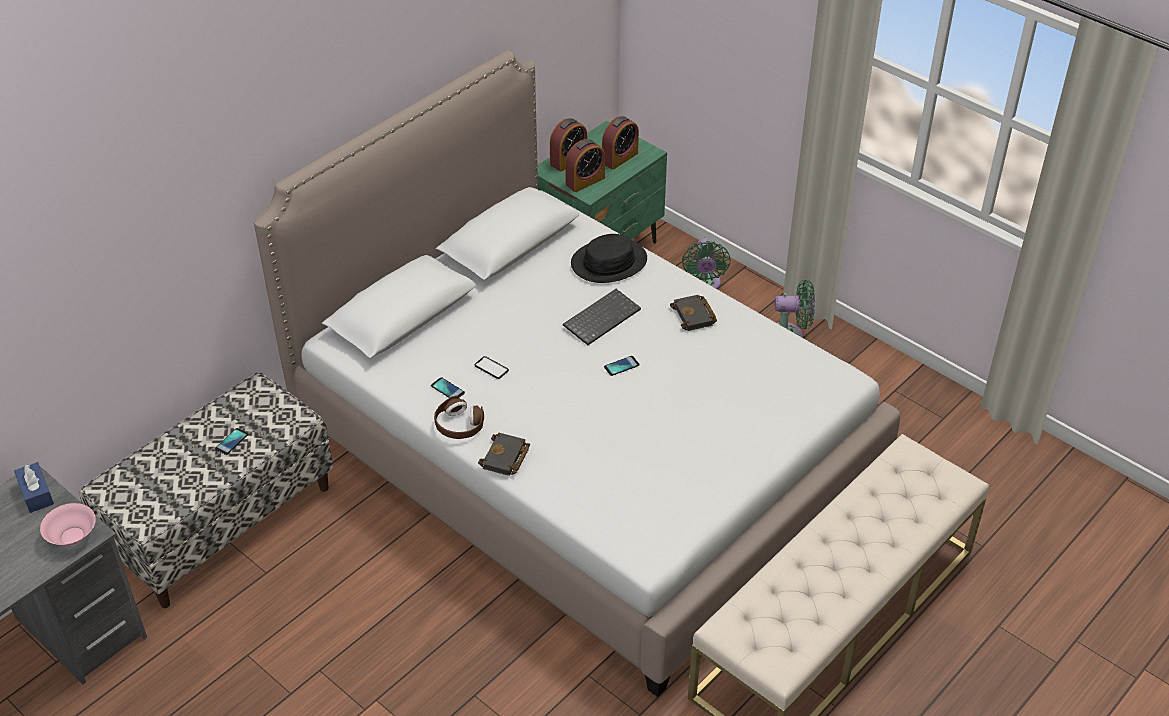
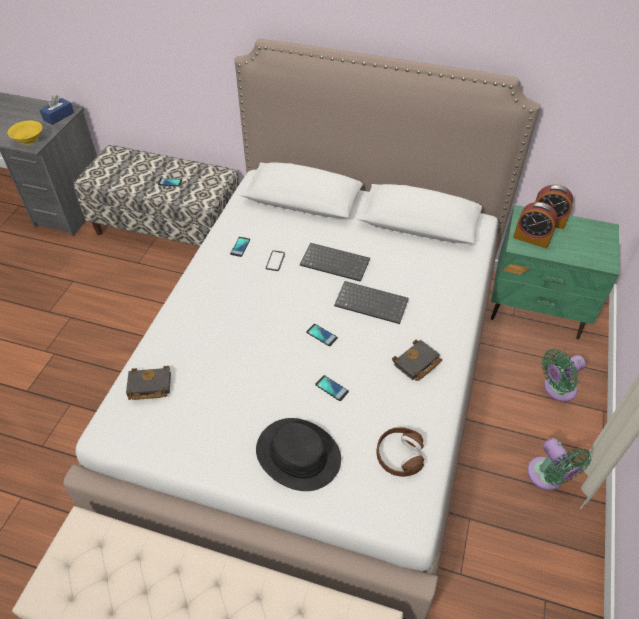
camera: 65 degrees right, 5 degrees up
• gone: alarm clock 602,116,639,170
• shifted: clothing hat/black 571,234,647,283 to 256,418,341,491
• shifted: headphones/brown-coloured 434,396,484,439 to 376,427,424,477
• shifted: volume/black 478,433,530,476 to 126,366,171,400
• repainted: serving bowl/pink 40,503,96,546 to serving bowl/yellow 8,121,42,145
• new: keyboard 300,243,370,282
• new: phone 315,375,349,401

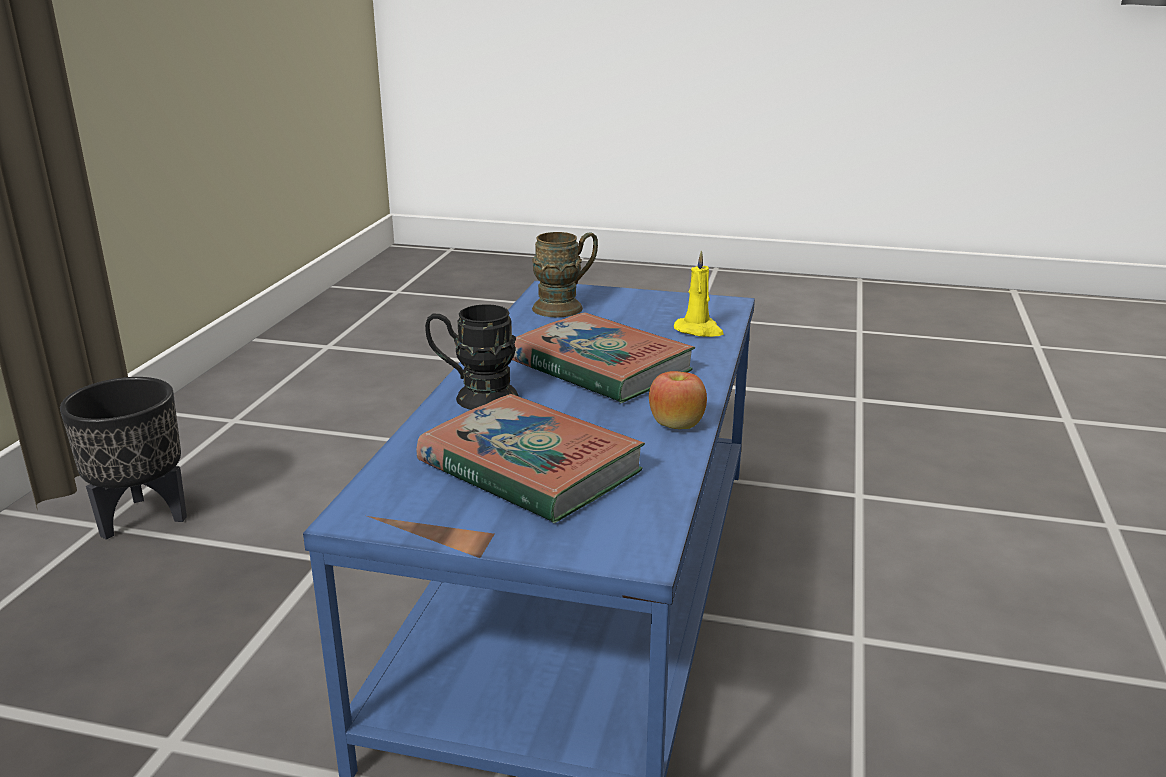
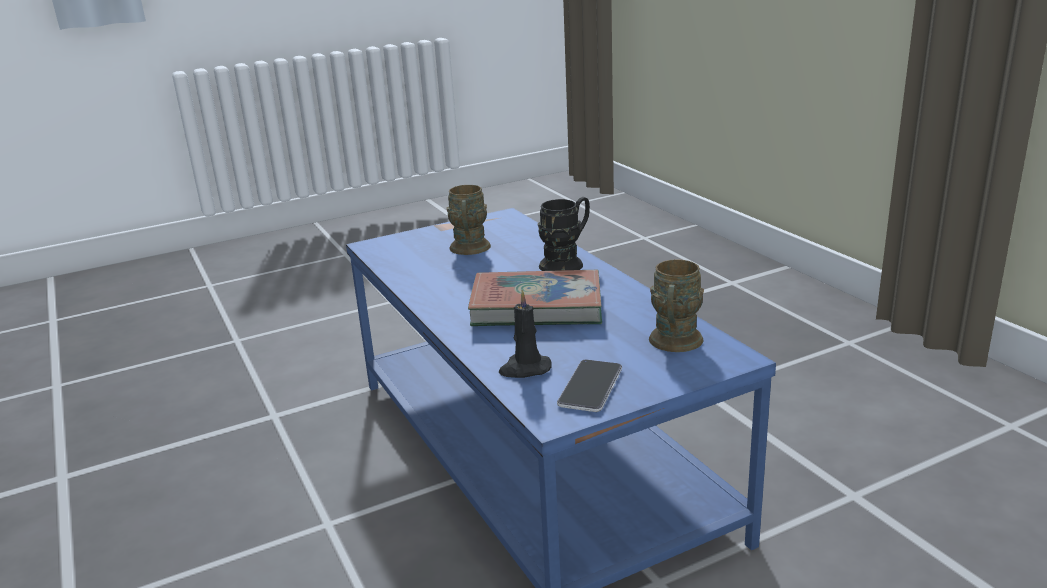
camera: 140 degrees right, 0 degrees up
• repainted: wax light/yellow 674,250,724,337 to wax light/black 499,290,552,378
• gone: whole apple 649,371,707,429
• gone: flower pot/black 60,377,187,540
• swapped: volume 417,394,645,523 to tea mug/brown-coloured 446,185,491,255
• new: phone 557,359,622,412

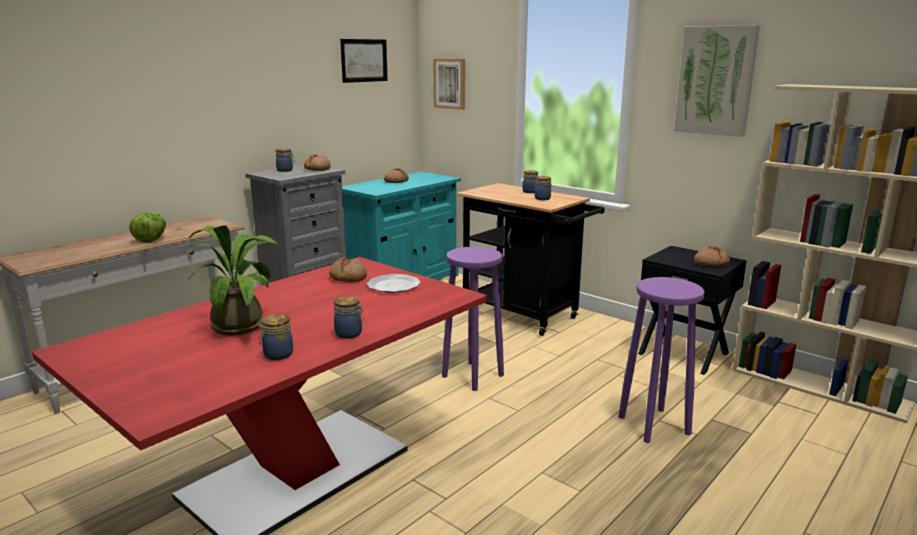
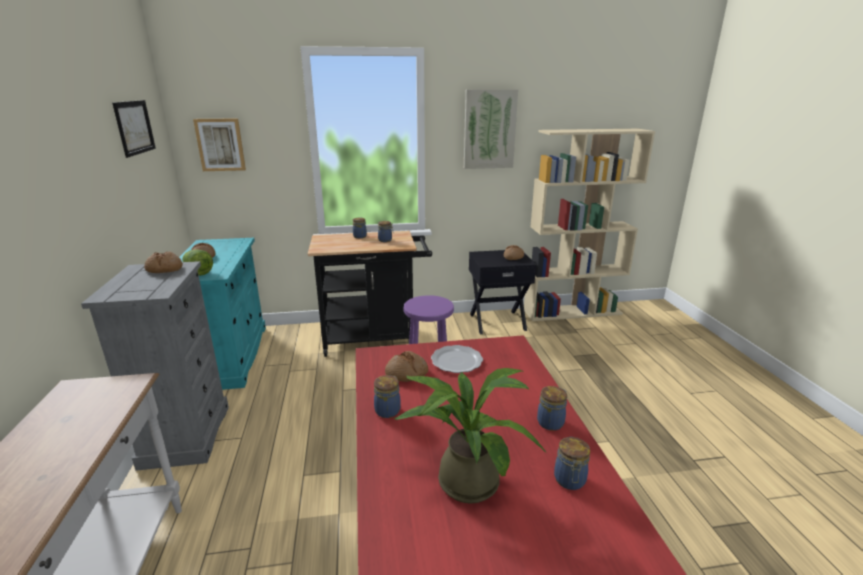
camera: 50 degrees left, 5 degrees up
• shifted: jar 276,148,294,172 to 374,375,401,418
• shifted: lettuce head 129,212,166,243 to 182,250,213,276
• gone: sitting stool/purplish 619,277,704,443

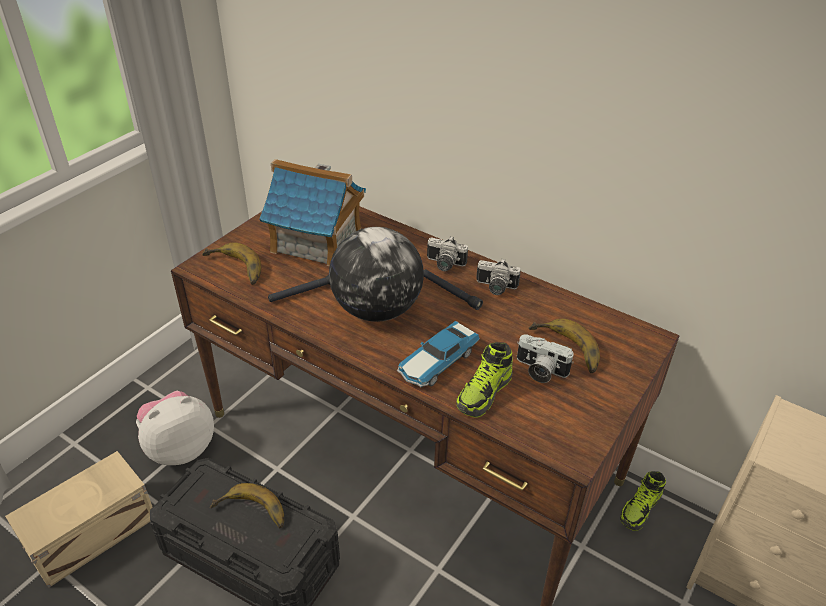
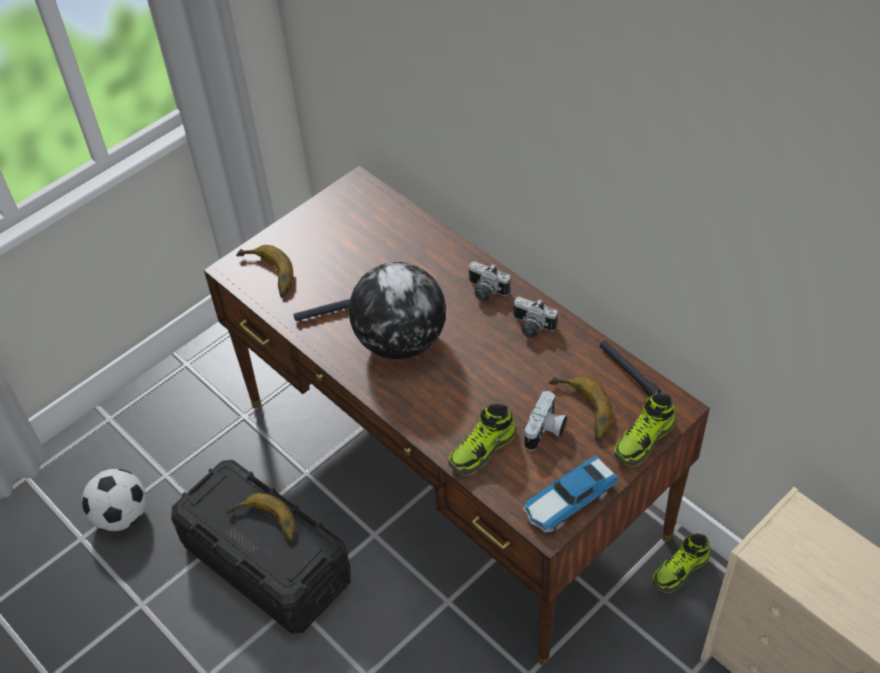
camera: 15 degrees right, 10 degrees up
• gone: model house 259,159,366,266
• shifted: torch/black 424,269,483,310 to 600,340,661,396
• shifted: model car 397,321,480,387 to 523,455,619,533
• rotated: still camera 517,334,574,383 = 525,391,567,451 105 degrees counterclockwise
• gone: soft toy 136,391,214,465
• swapped: storage box/beige 5,451,153,588 to football ball 82,469,146,531
• new: shoe 614,394,675,467

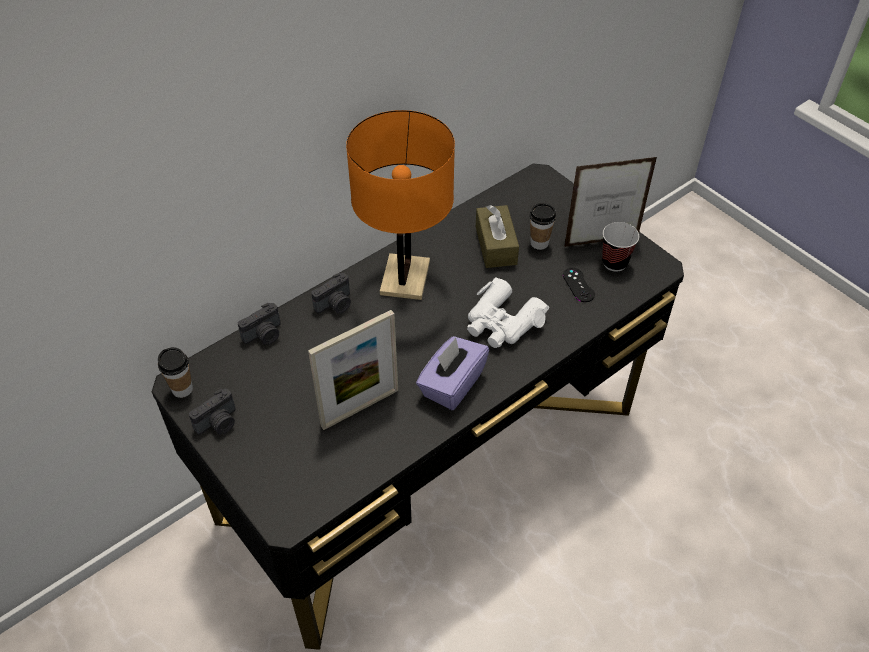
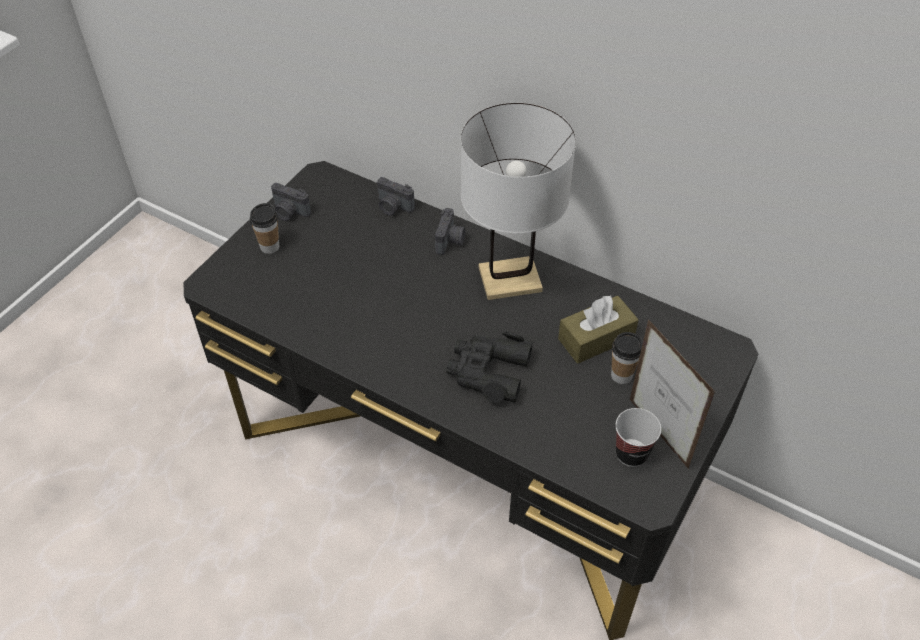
camera: 70 degrees right, 0 degrees up
• repainted: tabletop lamp/orangey 346,110,455,300 to tabletop lamp/white 461,103,576,300
• gone: joypad/black 563,268,595,302
• rotated: still camera 311,273,351,314 = 435,208,465,255 105 degrees counterclockwise
• repainted: binoculars/white 467,278,549,348 to binoculars/black 446,332,534,403
• gone: standing frame 308,310,398,430
• gone: box of tissues/purplish 416,336,489,410
• shifted: cup 158,347,193,398 to 250,203,279,254

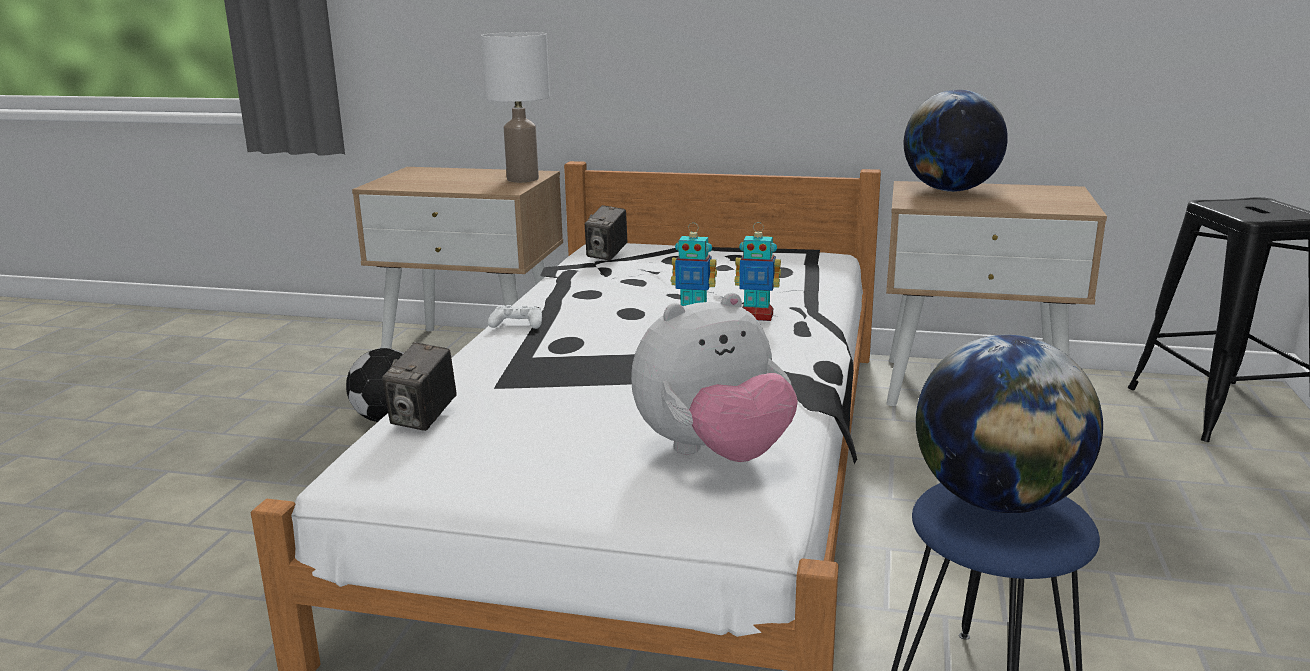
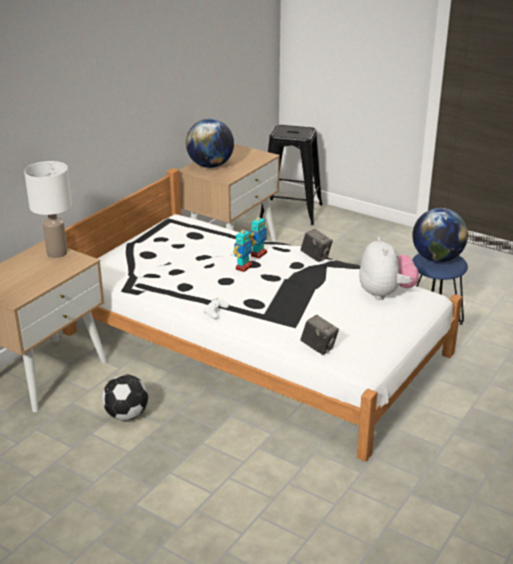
camera: 70 degrees left, 10 degrees up
• shifted: still camera 585,205,627,261 to 301,229,333,262

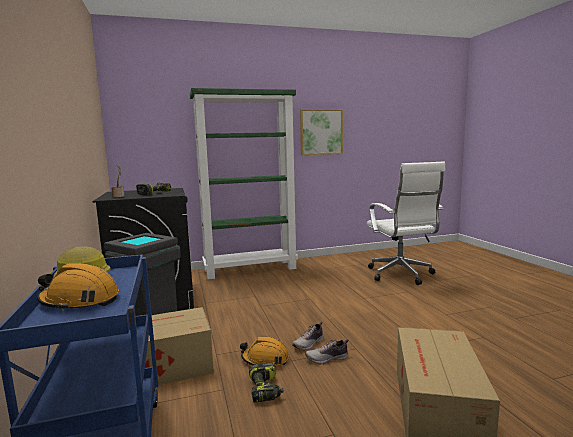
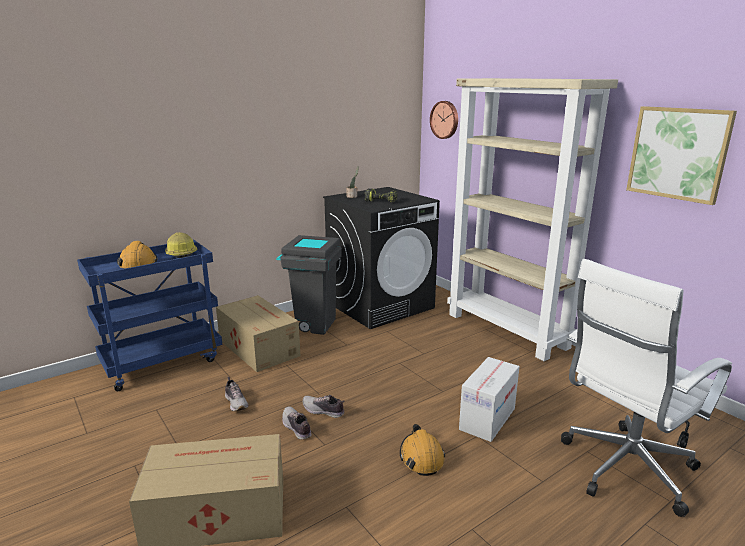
camera: 70 degrees right, 10 degrees up
• repainted: shelving unit/greenish 189,88,298,280 to shelving unit/beige 447,78,618,361
• shifted: safety helmet/orangey 240,336,289,367 to 400,424,445,476
• swapped: power drill 249,363,284,402 to shoe 225,377,248,411
• new: wall clock 430,101,458,139
• new: carton 459,357,520,442

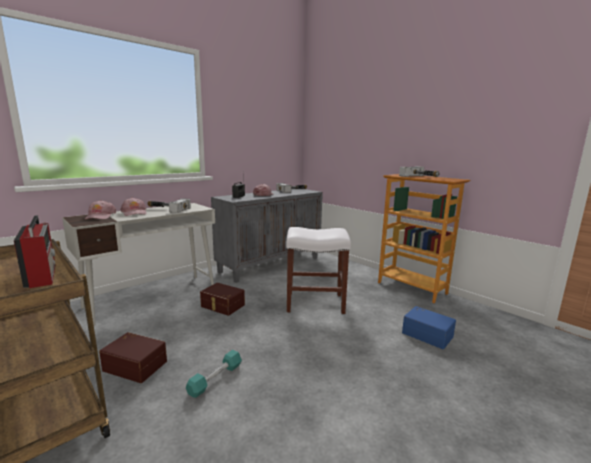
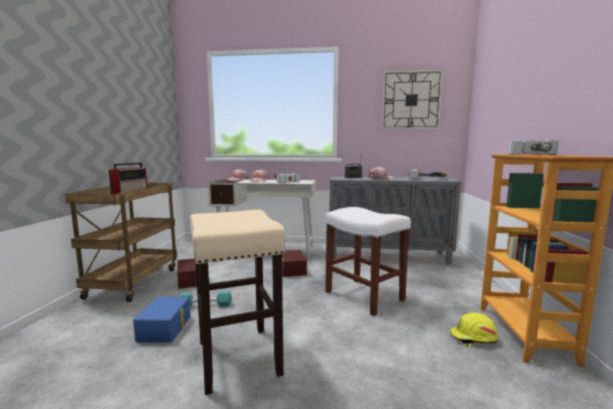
camera: 50 degrees right, 5 degrees down
• shifted: storage box/bluish 402,306,456,349 to 133,297,191,343
• new: wall clock 381,69,443,130
• new: sitting stool/beige 190,210,285,395
• new: safety helmet/yellow 450,313,499,347

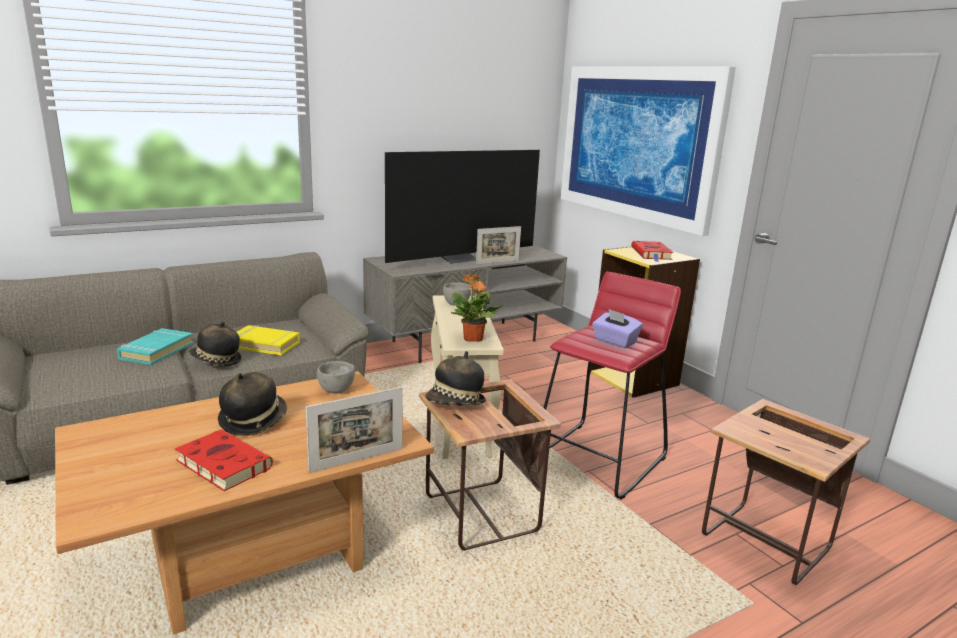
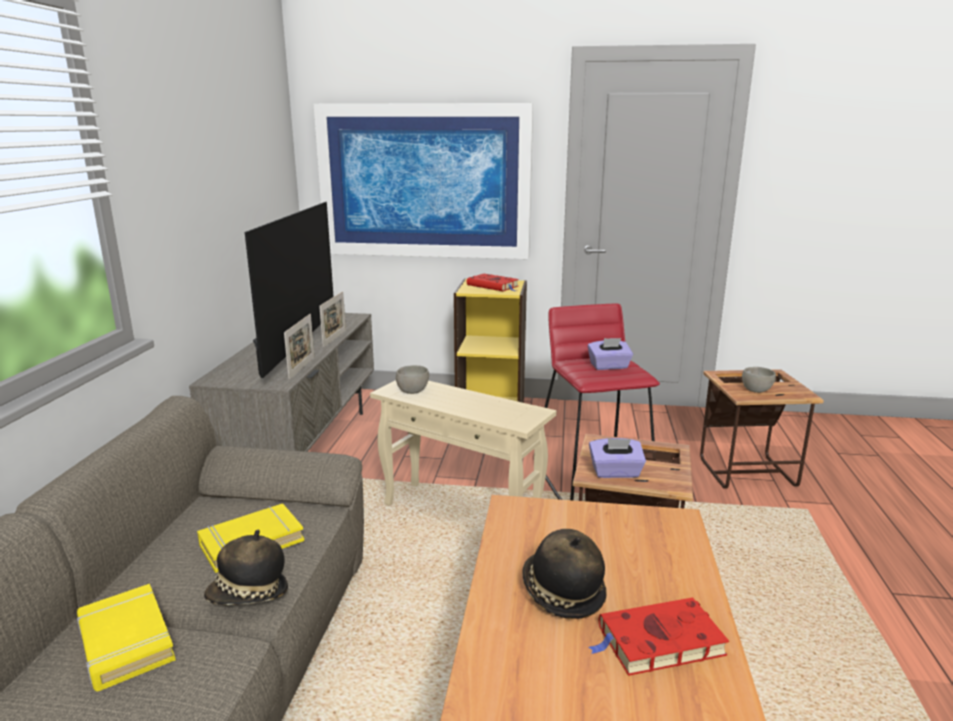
camera: 50 degrees left, 0 degrees up
• gone: plant in a pot 451,274,504,342
• repainted: volume/turquoise-coloured 117,328,194,365 to volume/yellow 77,584,176,691
• swapped: clothing hat 425,351,486,406 to box of tissues/purplish 589,438,646,478
• shifted: serving bowl/gray 317,361,355,394 to 742,367,776,393
• shifted: standing frame 306,387,403,473 to 284,314,314,380

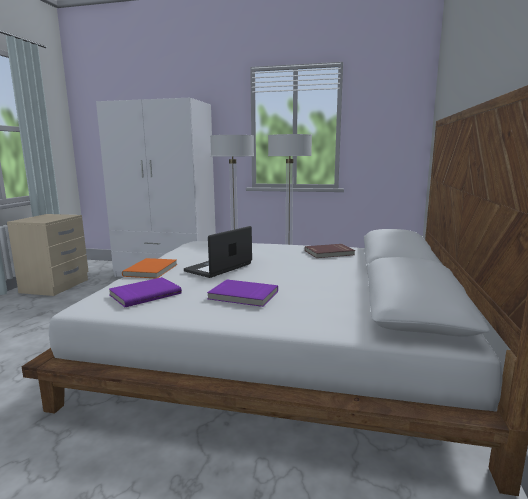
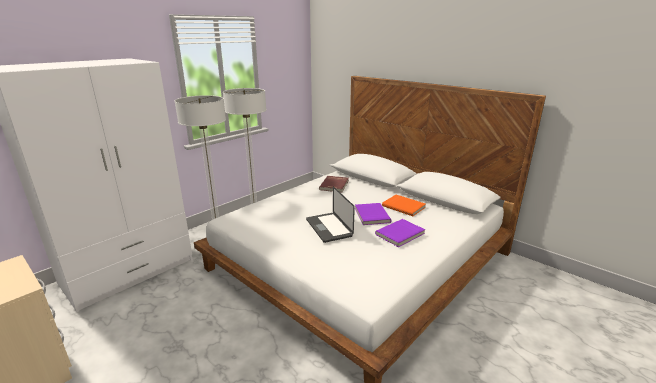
camera: 60 degrees left, 10 degrees up
• shifted: volume/orangey 122,258,177,278 to 382,195,426,216
• shifted: volume/purplish 109,277,182,307 to 355,203,392,225

